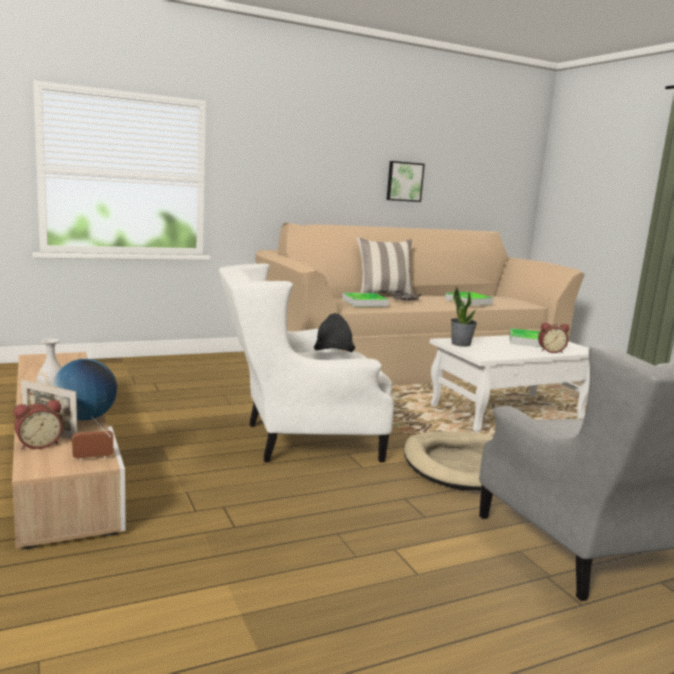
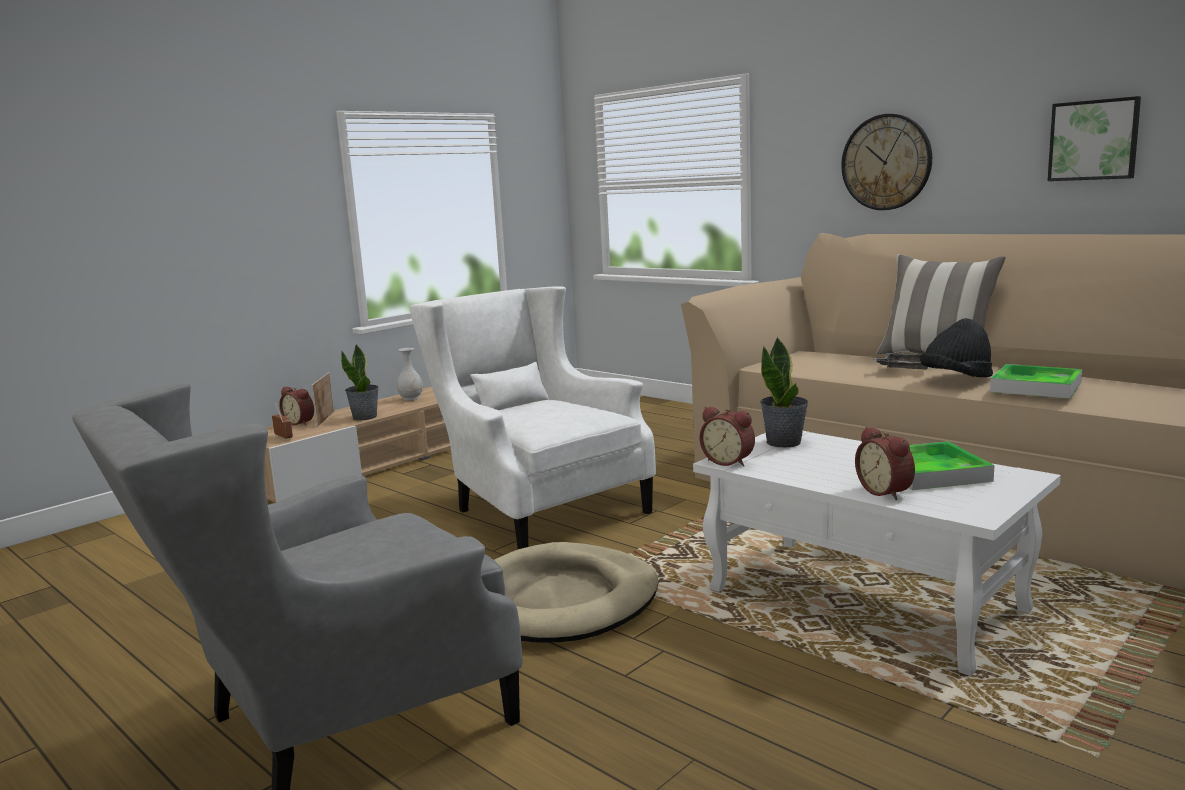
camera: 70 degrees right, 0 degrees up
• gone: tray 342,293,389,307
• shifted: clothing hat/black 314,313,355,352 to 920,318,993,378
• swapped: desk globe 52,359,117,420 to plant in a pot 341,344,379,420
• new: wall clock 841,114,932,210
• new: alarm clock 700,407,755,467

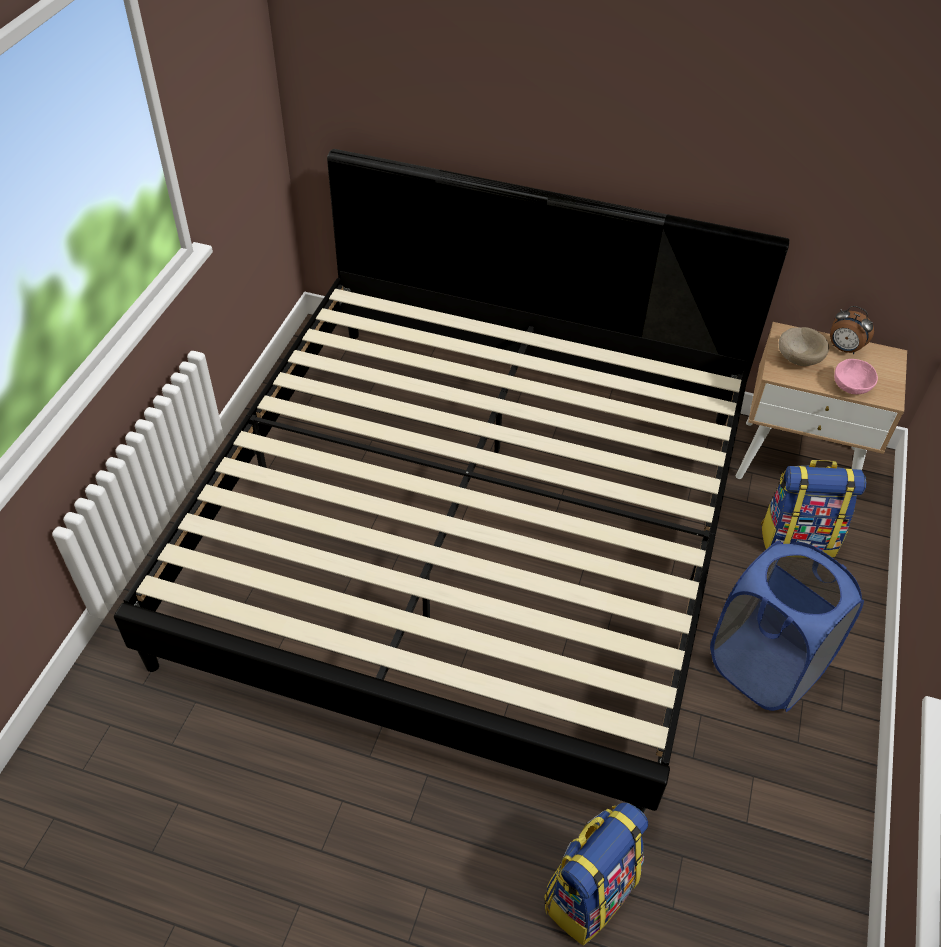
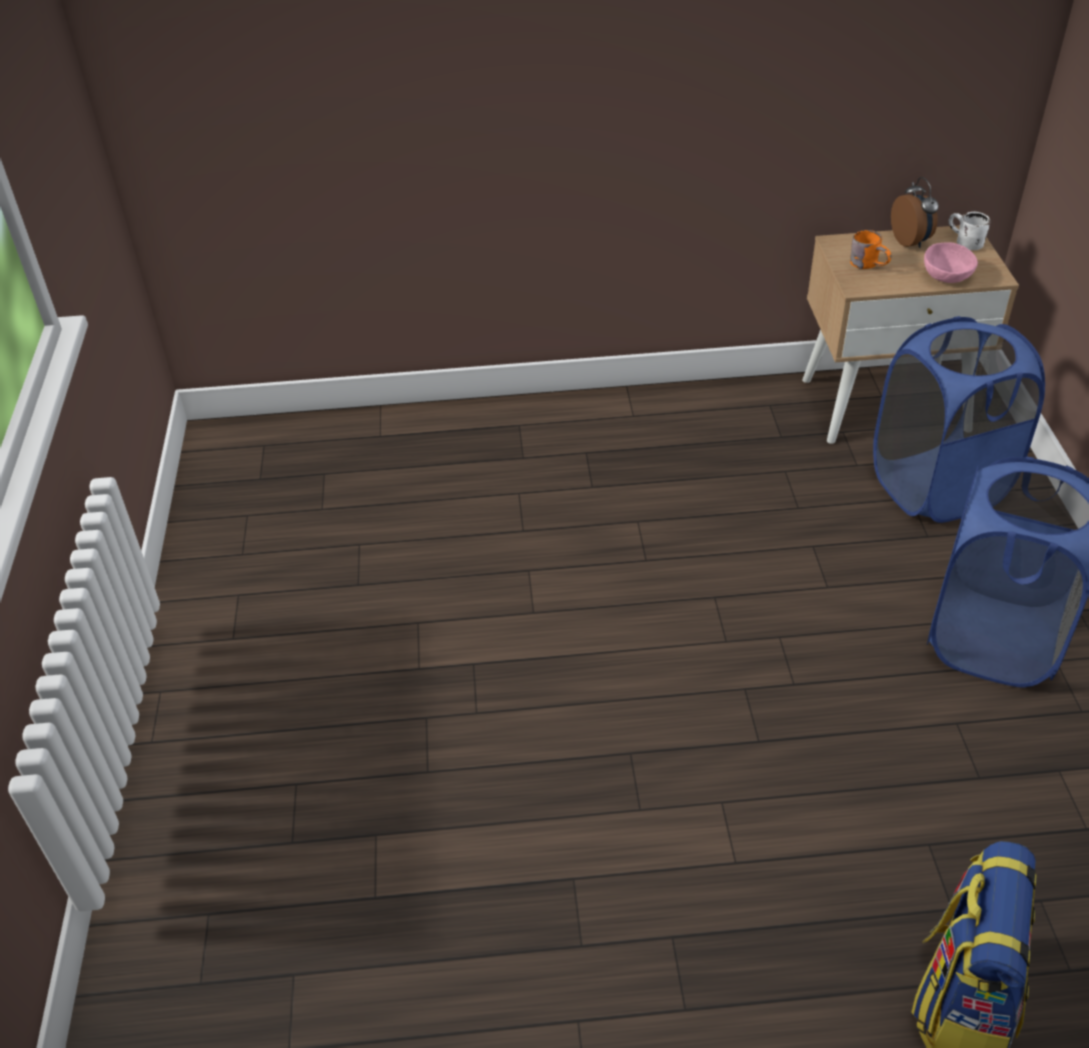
camera: 20 degrees left, 5 degrees down
• gone: bed 114,149,790,813
• rotated: alarm clock 830,306,874,354 = 891,177,939,248 120 degrees counterclockwise
• swapped: serving bowl/beige 779,327,829,366 to tea mug/orangey 850,230,891,269
• swapped: rucksack 761,460,867,557 to laundry basket/bluish 873,316,1045,523
• new: tea mug/white 949,212,991,250

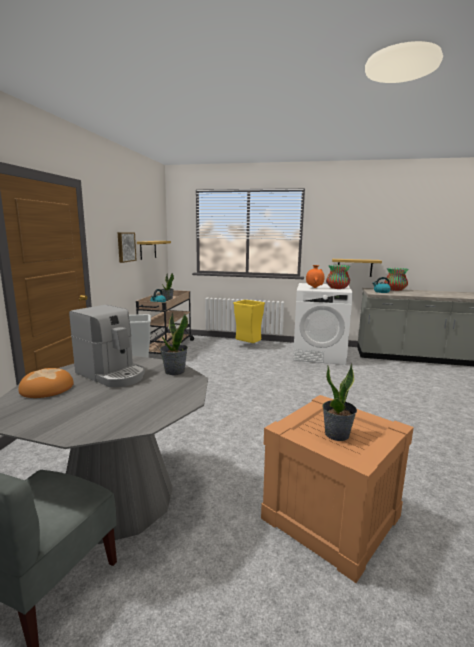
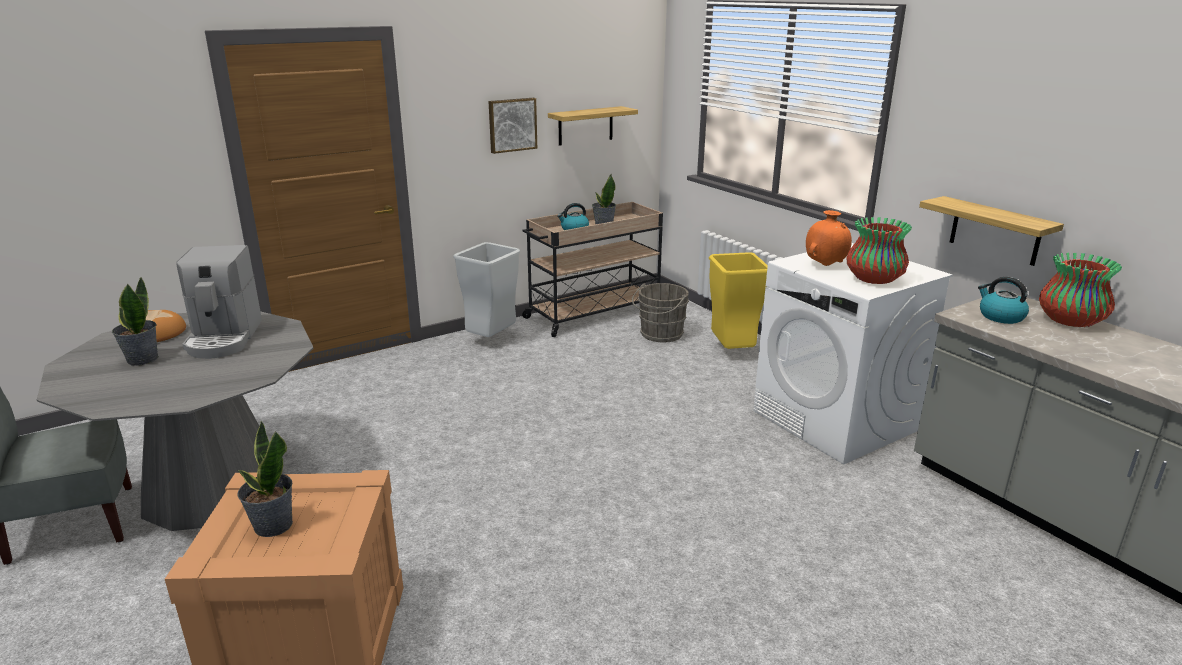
camera: 45 degrees right, 10 degrees up
• shifted: plant in a pot 160,312,188,375 to 112,277,159,366
• new: bucket/gray 632,283,689,343

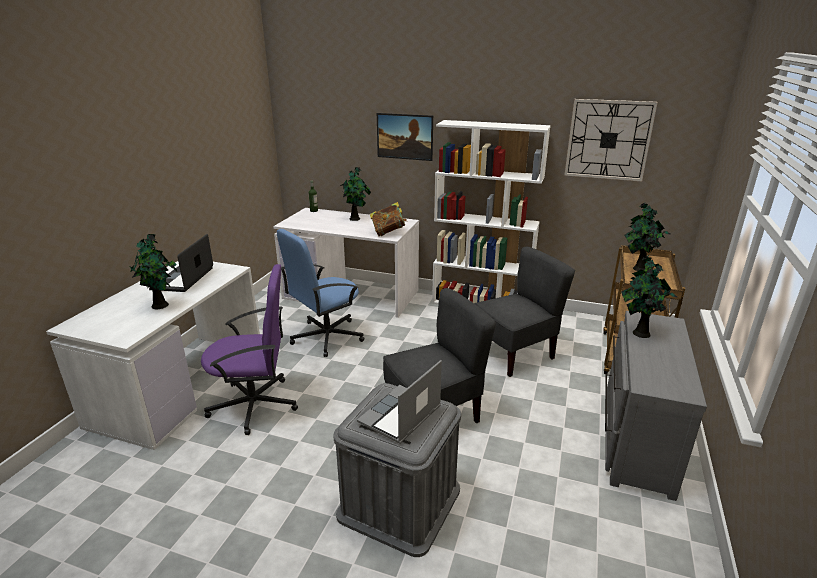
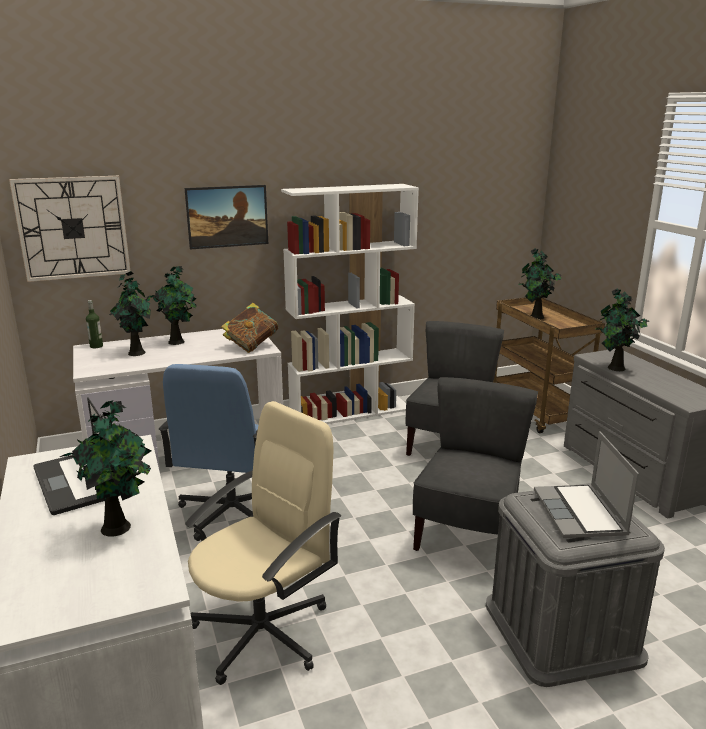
camera: 40 degrees left, 5 degrees down
• shifted: wall clock 564,99,658,181 to 9,176,130,282
• repainted: office chair/purplish 201,264,298,435 to office chair/beige 185,401,341,685
• new: plant in a pot 109,271,151,356

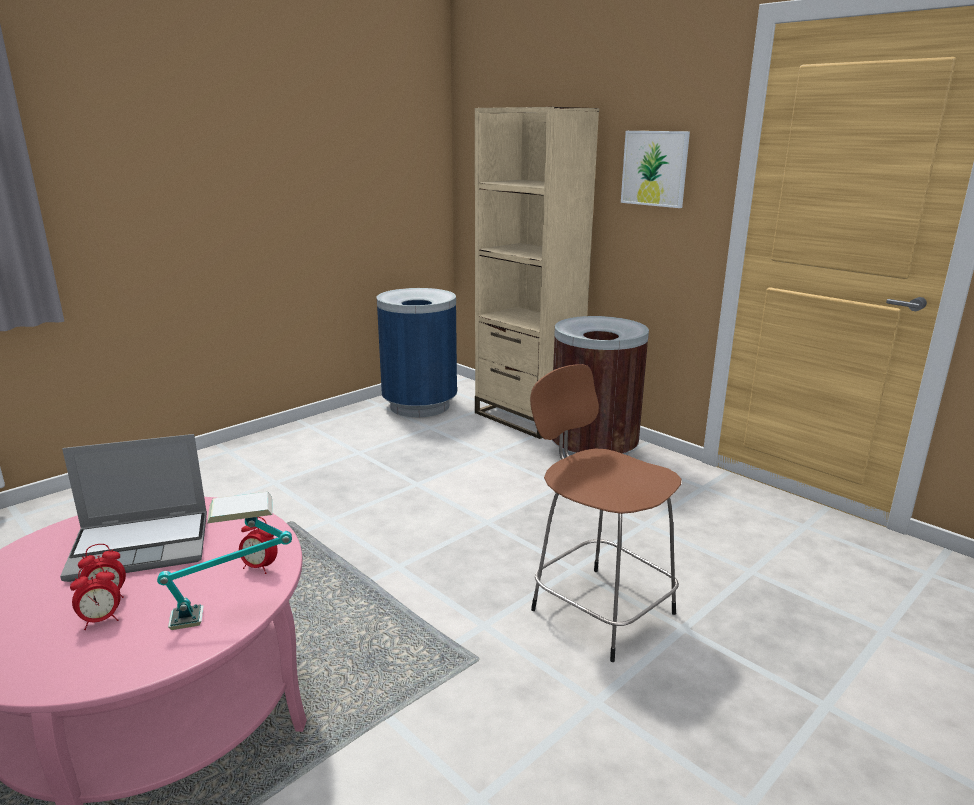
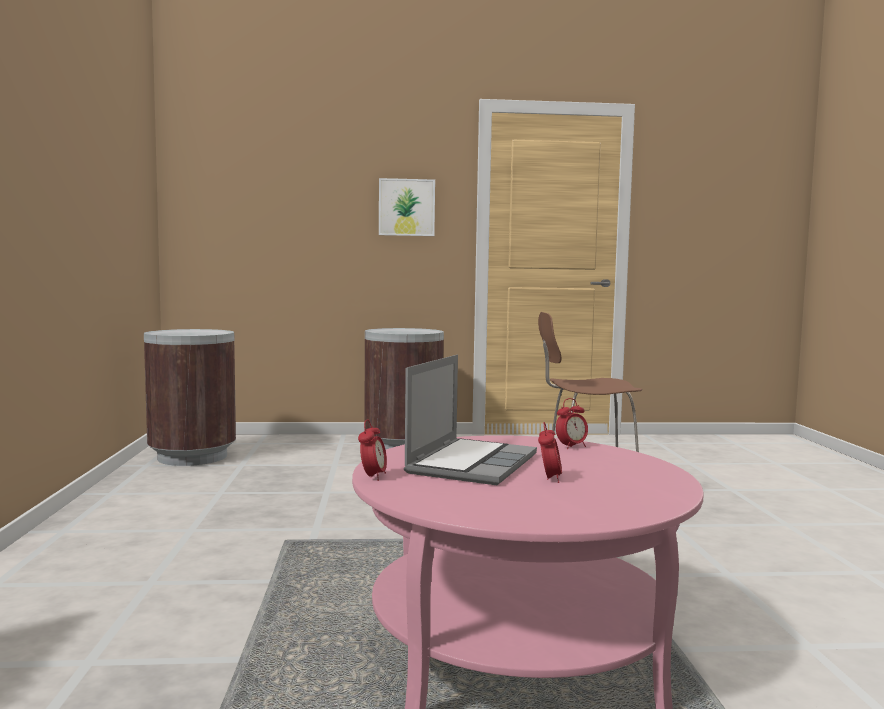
camera: 50 degrees left, 15 degrees down
• gone: shelving unit/beige 475,107,599,439
• repainted: rubbish bin/bluish 377,288,457,417 to rubbish bin/brown-coloured 144,329,236,466
• gone: tabletop lamp 157,492,292,630
• shifted: alarm clock 70,564,121,630 to 358,419,387,481

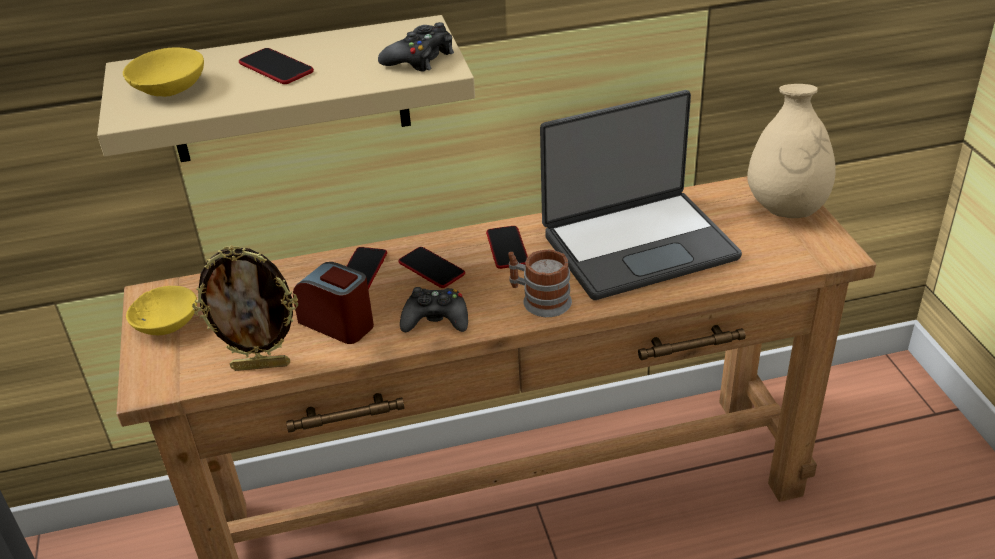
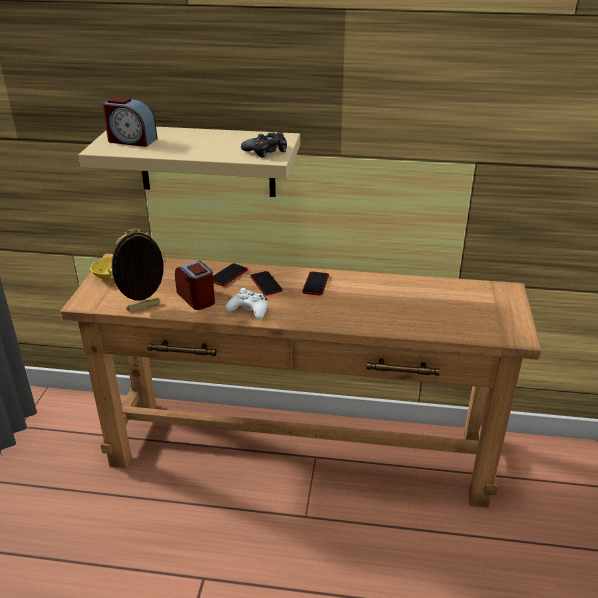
camera: 20 degrees right, 5 degrees down
• swapped: serving bowl/yellow 123,48,204,97 to alarm clock 102,97,157,147
• gone: phone 239,48,314,84
• gone: vase/beige 747,84,836,218
• gone: laptop 540,90,742,300
• rotated: standing frame 192,245,298,371 = 108,228,166,312 135 degrees clockwise
• gone: tea mug 508,250,572,317
• repainted: joypad/black 400,287,468,332 to joypad/white 226,288,268,320

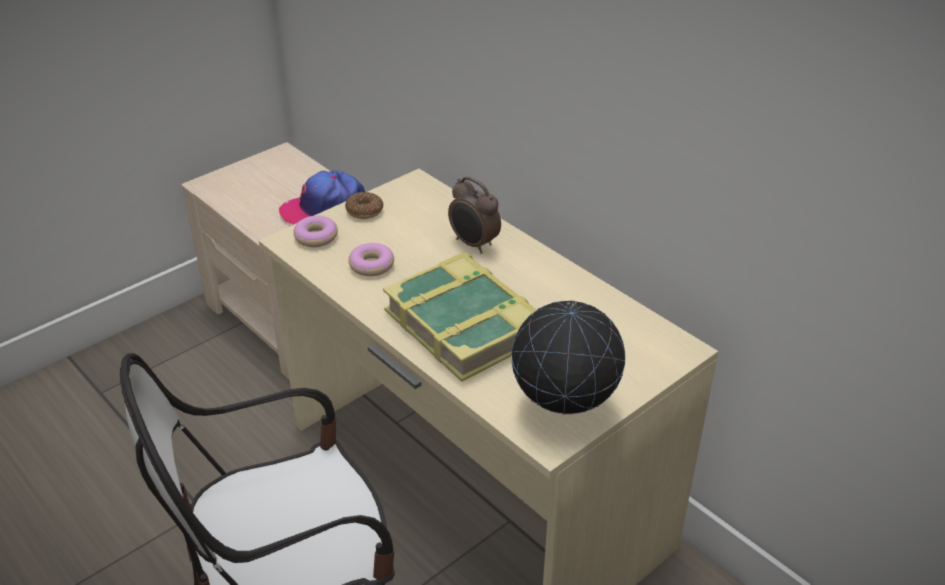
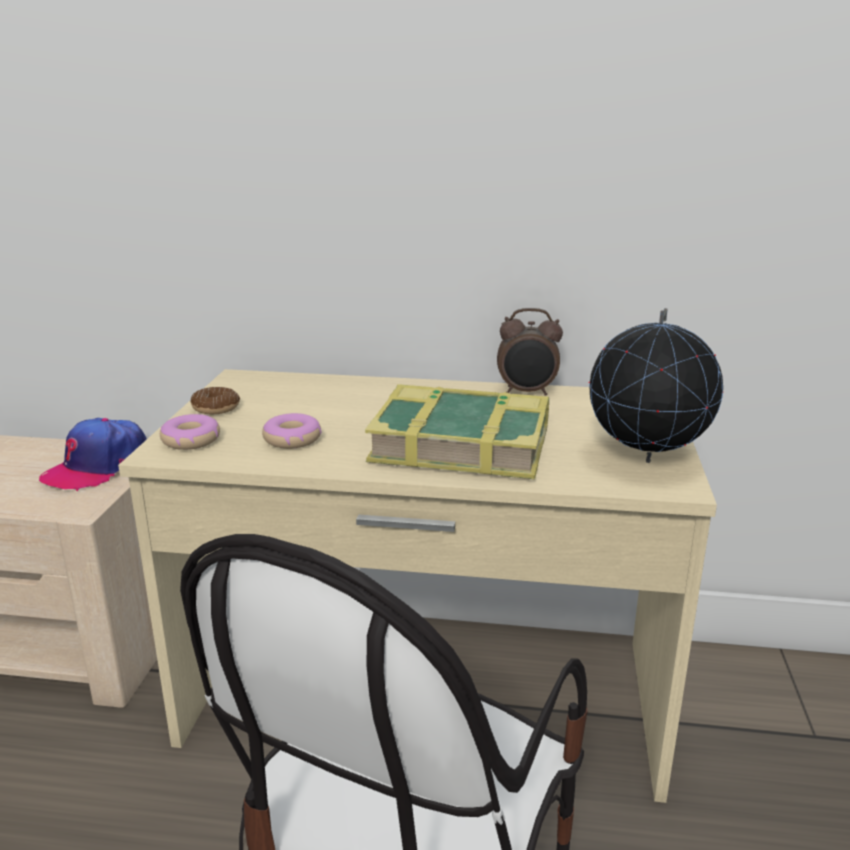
camera: 40 degrees left, 15 degrees down
• shifted: alarm clock 448,176,501,254 to 497,308,563,396

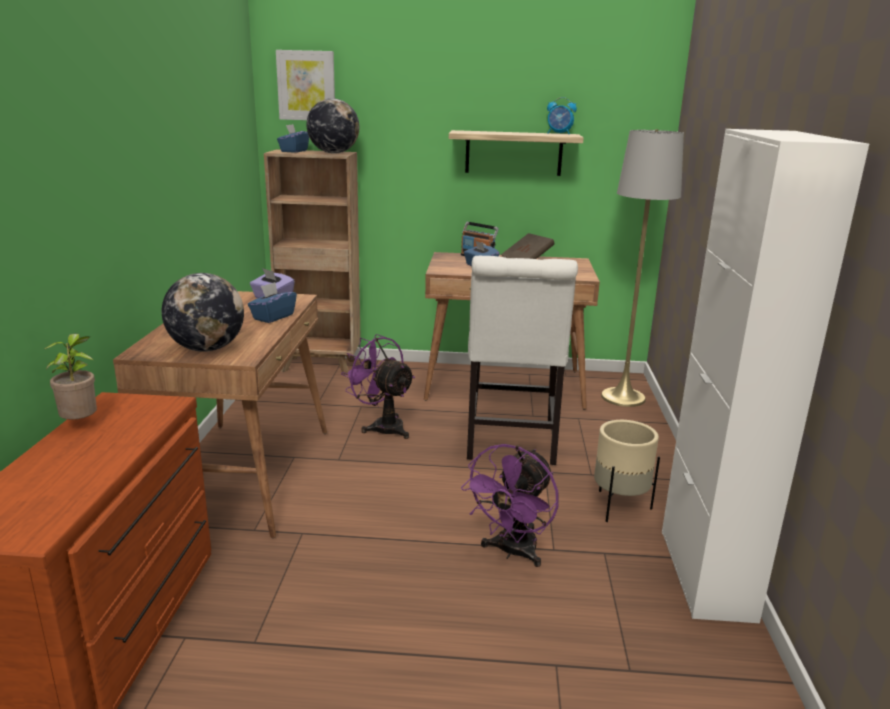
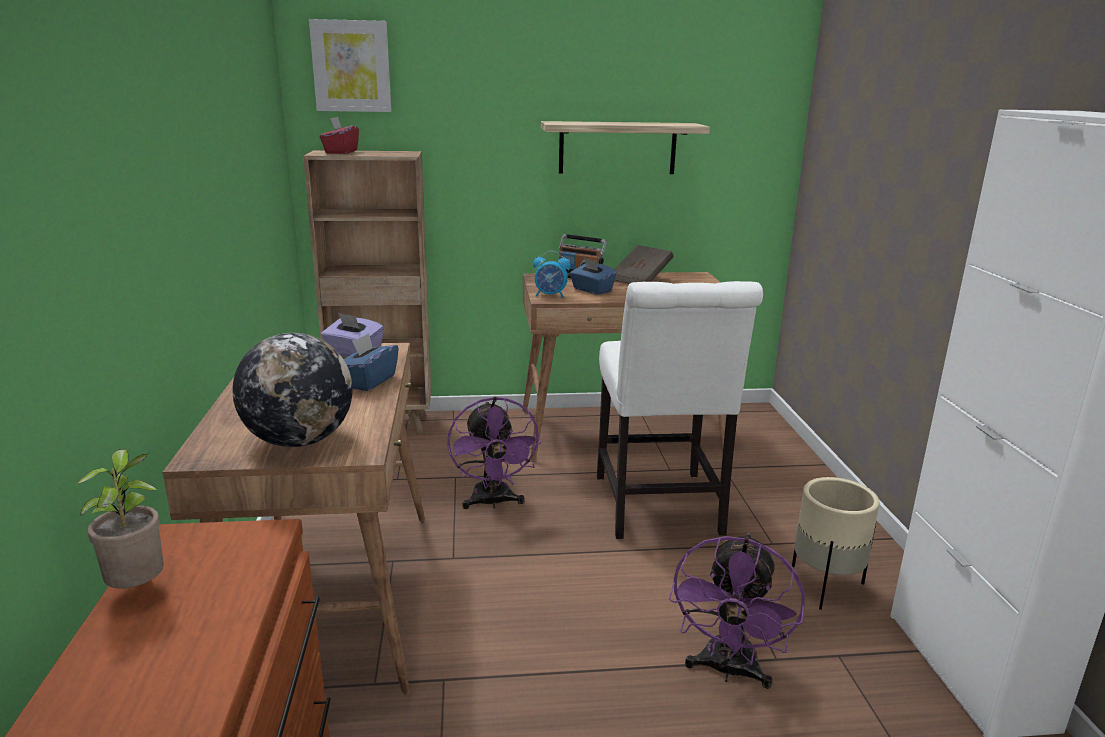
camera: 10 degrees left, 0 degrees up
• shifted: alarm clock 547,97,577,134 to 533,251,570,298
• gone: desk globe 307,98,359,154
• repainted: box of tissues/bluish 277,124,309,153 to box of tissues/red-coloured 320,117,359,154
• gone: standard lamp/gray 601,129,684,407
• rotated: electric fan/purplish 341,334,415,439 = 447,396,542,509 135 degrees counterclockwise

